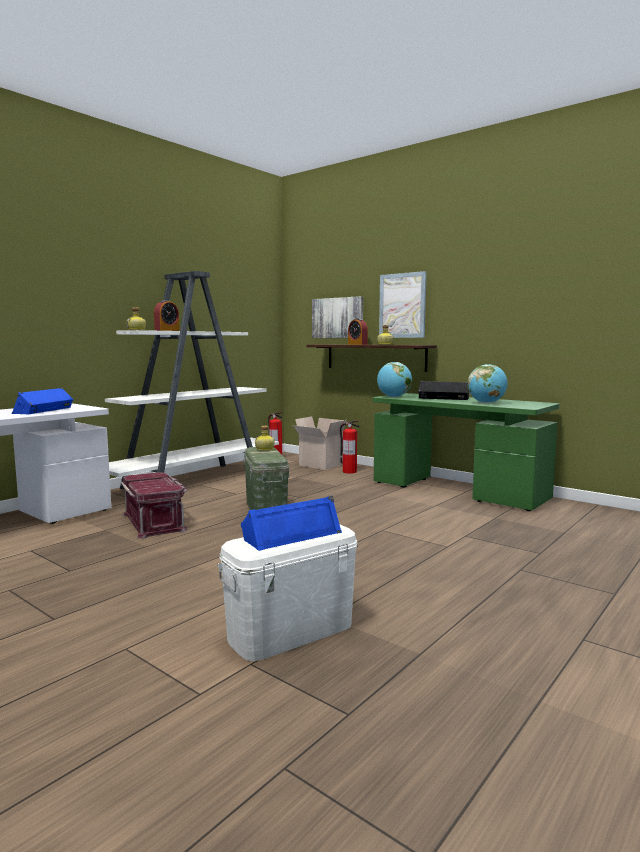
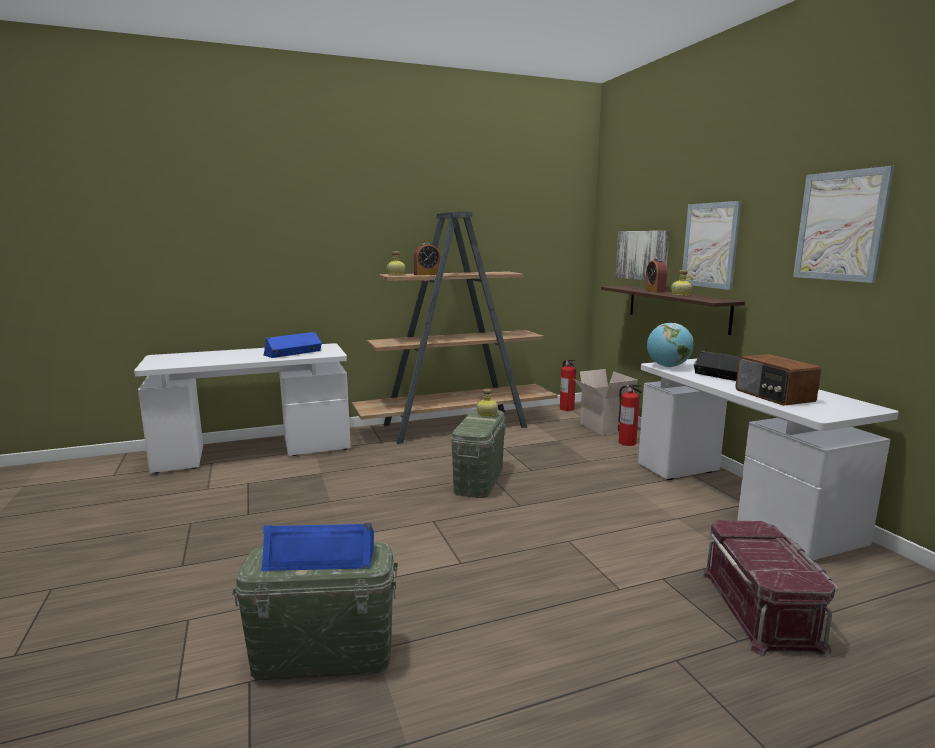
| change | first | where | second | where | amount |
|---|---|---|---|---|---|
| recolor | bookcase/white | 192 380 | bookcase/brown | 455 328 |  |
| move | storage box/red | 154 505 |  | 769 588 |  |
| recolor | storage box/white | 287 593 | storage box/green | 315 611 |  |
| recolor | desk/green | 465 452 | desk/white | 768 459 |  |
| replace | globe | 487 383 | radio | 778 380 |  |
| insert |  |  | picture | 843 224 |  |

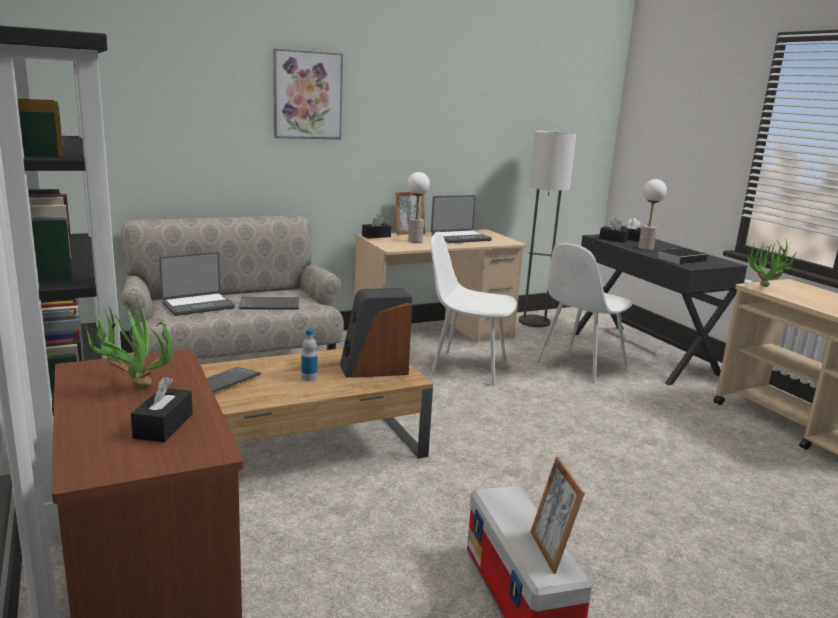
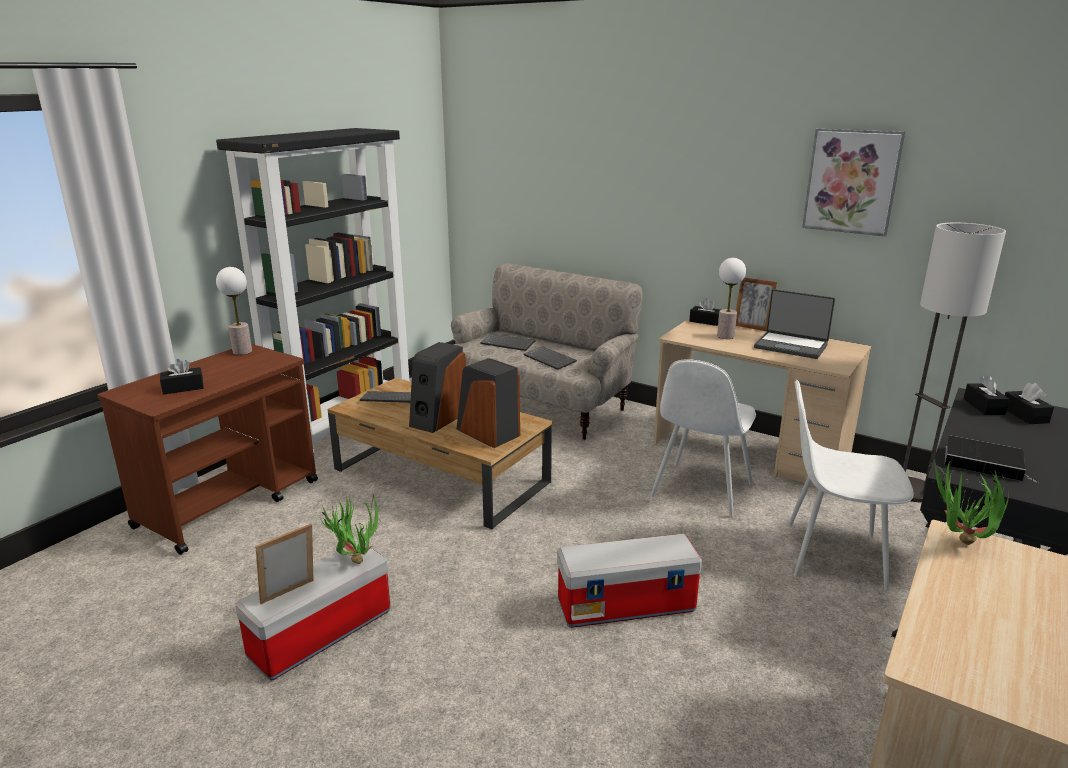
| change | first | where | second | where | amount |
|---|---|---|---|---|---|
| move | potted plant | 129 345 |  | 349 529 |  |
| replace | laptop | 197 284 | keyboard | 507 342 |  |
| move | picture | 308 93 |  | 853 182 |  |
| replace | bottle | 309 355 | speaker | 437 387 |  |
| rotate | chair/white | 473 308 |  | 703 438 | 135 degrees counterclockwise |
| move | table lamp | 652 214 |  | 234 311 |  |
| insert |  |  | storage box | 629 581 |  |

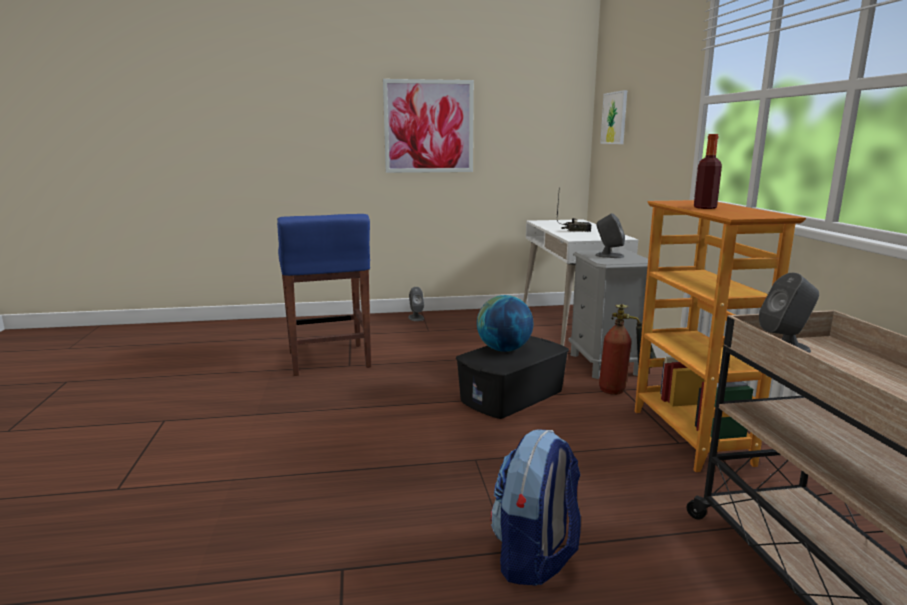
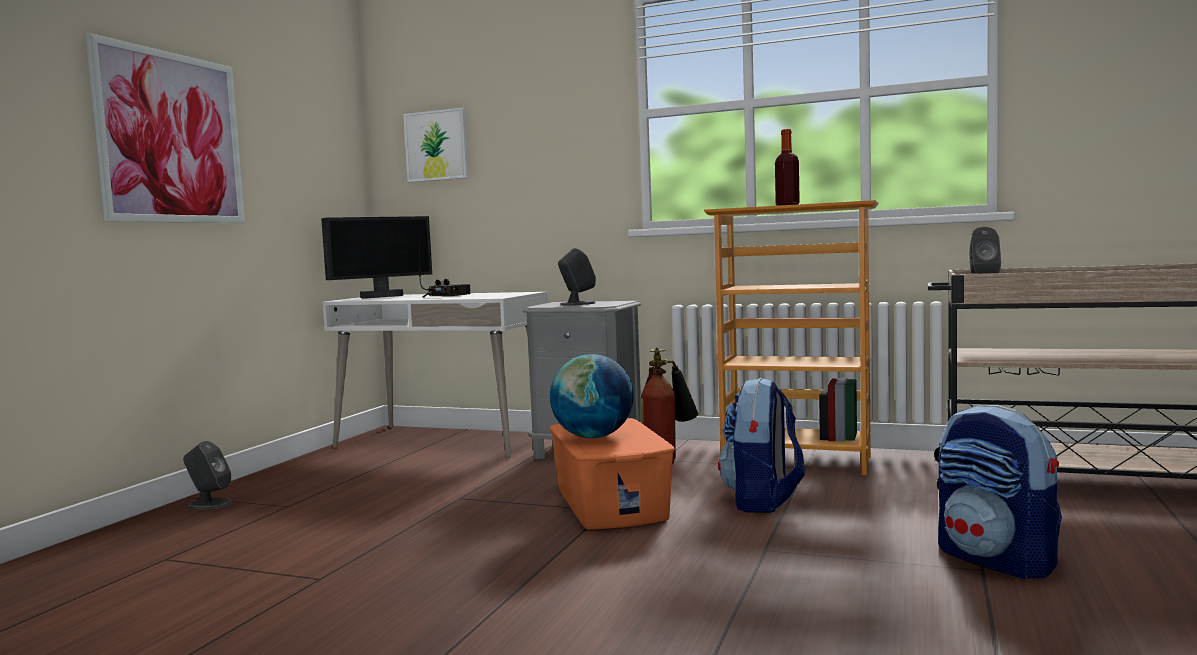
| change | first | where | second | where | amount |
|---|---|---|---|---|---|
| delete | stool/blue | 324 295 |  |  |  |
| recolor | storage box/black | 512 377 | storage box/orange | 612 473 |  |
| insert |  |  | monitor | 376 257 |  |
| insert |  |  | backpack | 761 445 |  |

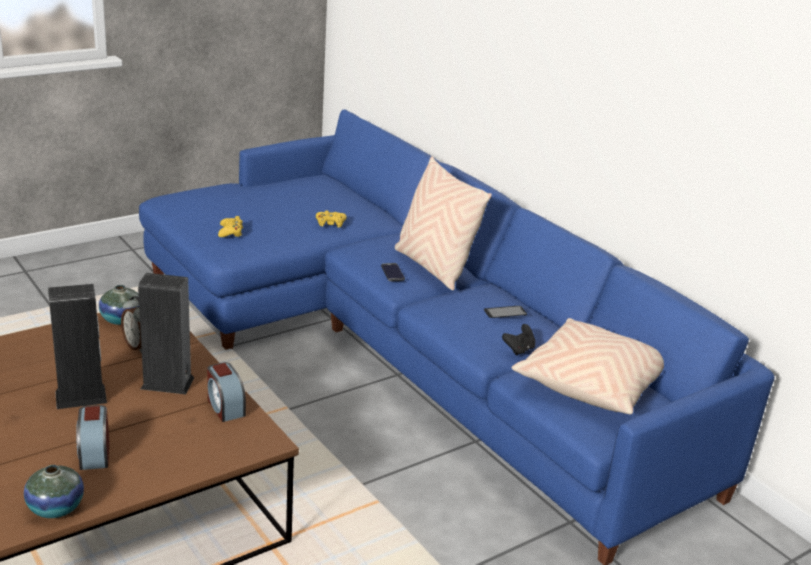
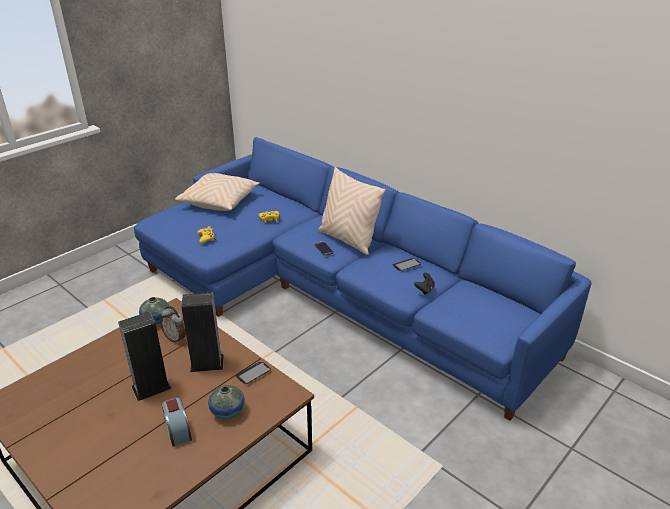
| change | first | where | second | where | amount |
|---|---|---|---|---|---|
| move | vase | 54 491 |  | 226 402 |  |
| replace | alarm clock | 226 392 | phone | 253 373 |  |
| move | pillow/beige | 587 366 |  | 217 192 |  |

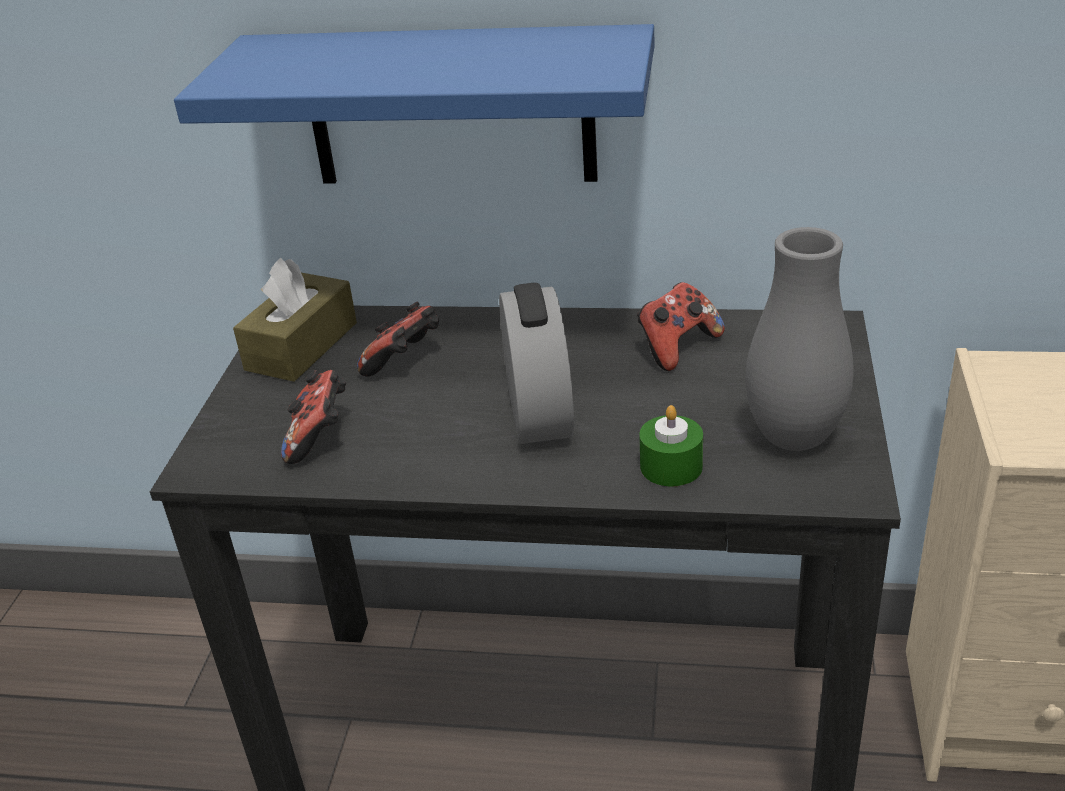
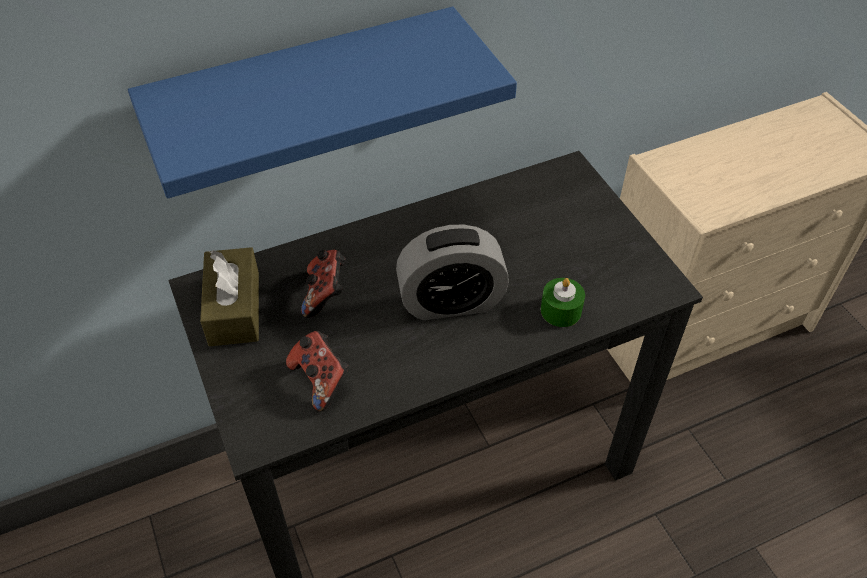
| change | first | where | second | where | amount |
|---|---|---|---|---|---|
| rotate | alarm clock | 536 363 |  | 452 272 | 120 degrees clockwise |
| delete | game controller | 681 326 |  |  |  |
| delete | vase/grey | 799 339 |  |  |  |

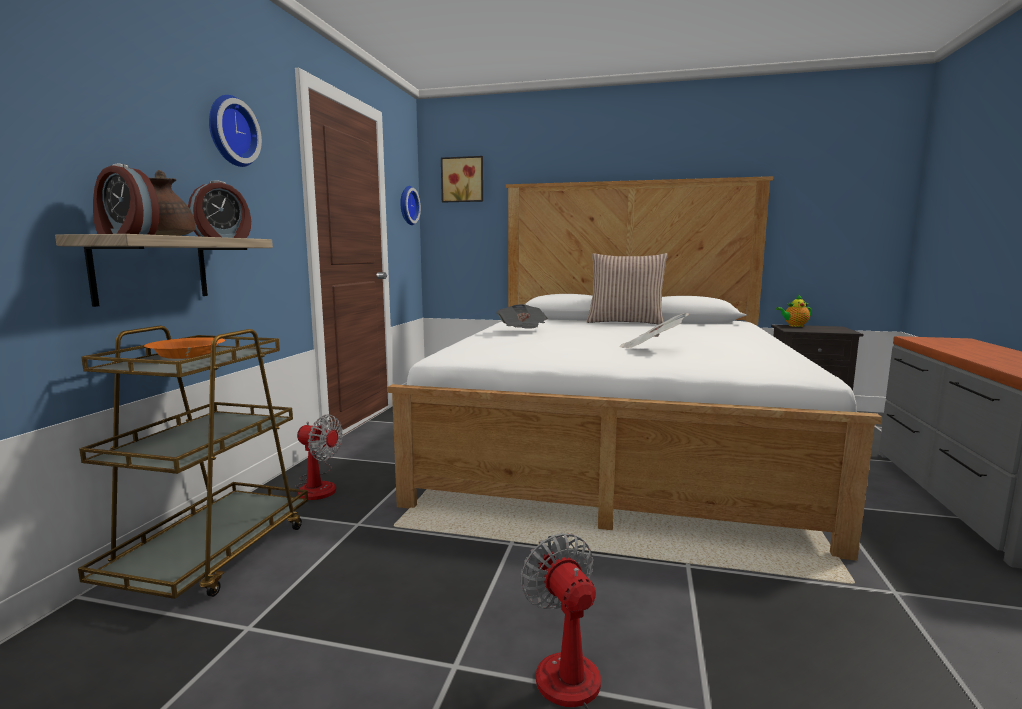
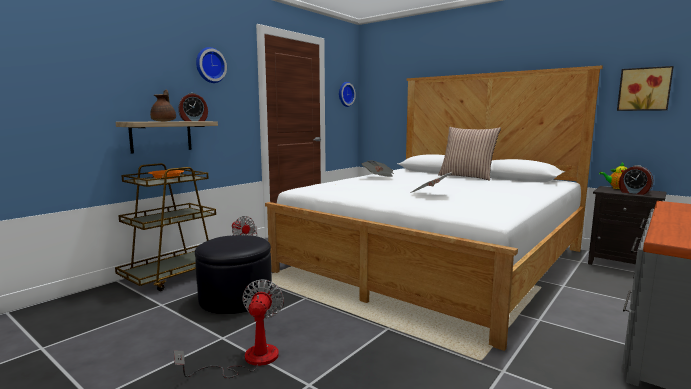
| change | first | where | second | where | amount |
|---|---|---|---|---|---|
| move | alarm clock | 126 199 |  | 636 180 |  |
| move | picture | 462 179 |  | 645 88 |  |
| insert |  |  | ottoman/black | 233 274 |  |

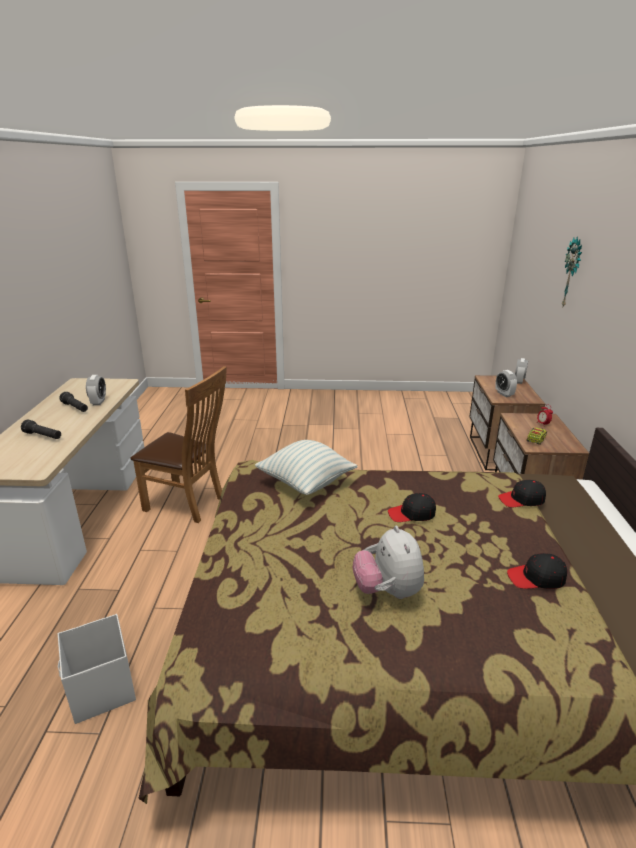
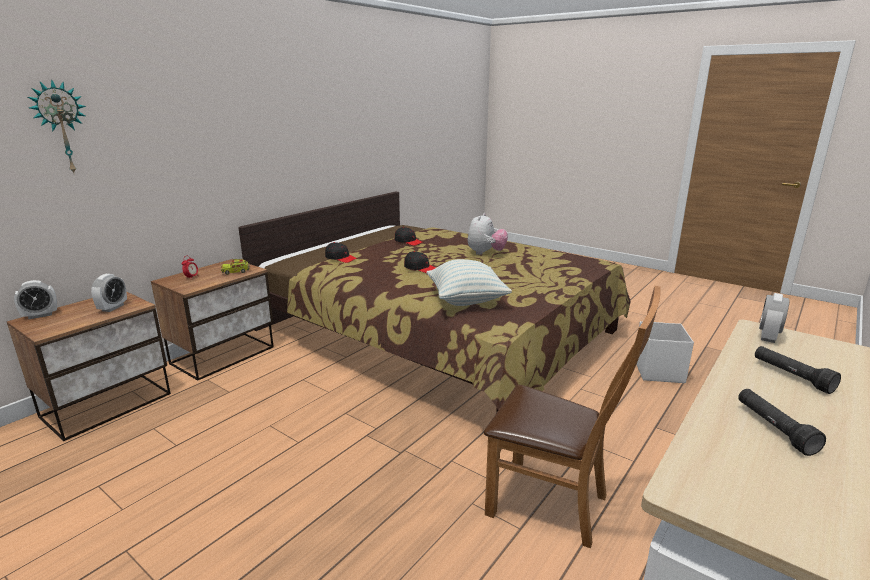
| change | first | where | second | where | amount |
|---|---|---|---|---|---|
| move | alarm clock | 96 390 |  | 774 318 |  |
| rotate | chair/brown | 178 444 |  | 572 417 | 150 degrees clockwise |

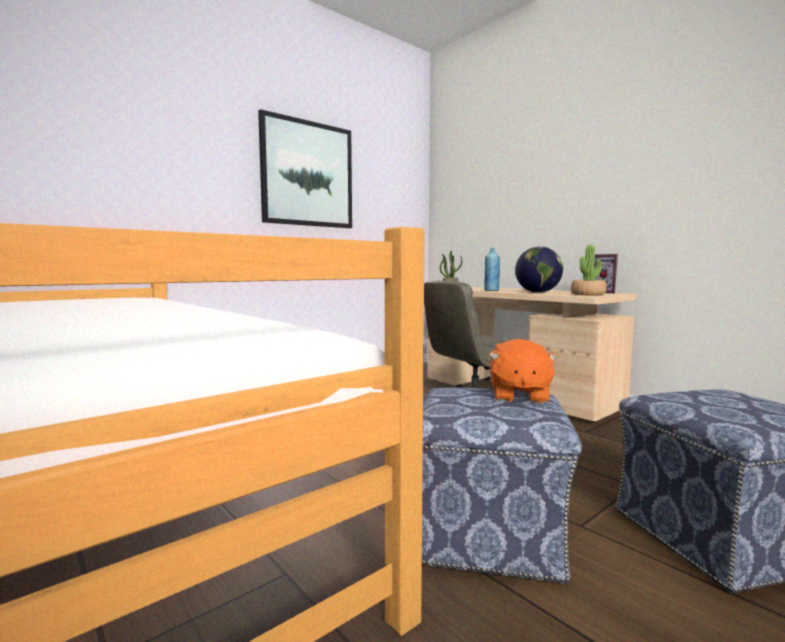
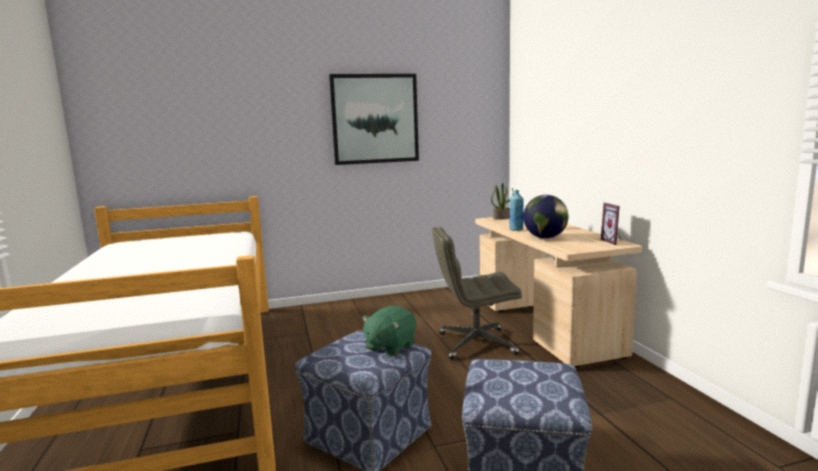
| change | first | where | second | where | amount |
|---|---|---|---|---|---|
| recolor | plush toy/orange | 524 371 | plush toy/green | 388 331 |  |
| delete | potted plant | 589 270 |  |  |  |

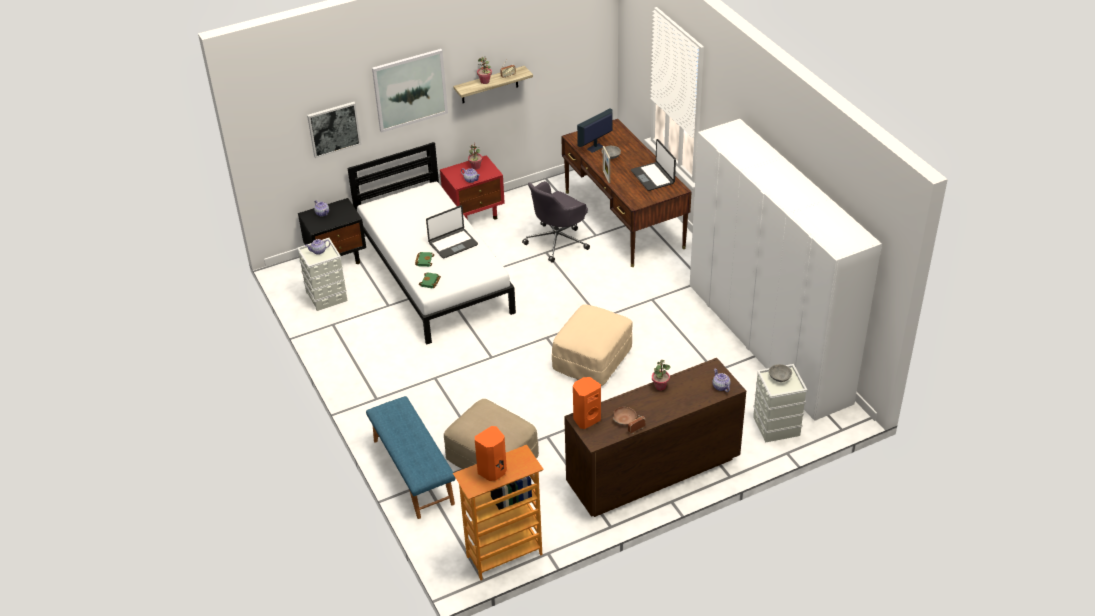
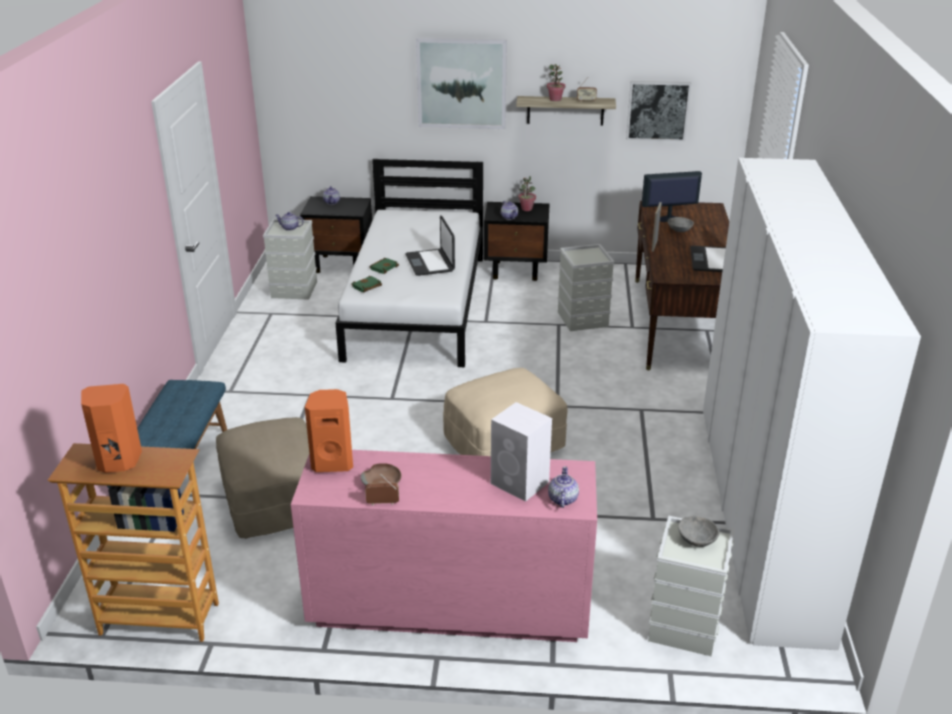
| change | first | where | second | where | amount |
|---|---|---|---|---|---|
| move | picture | 334 130 |  | 659 111 |  |
| rotate | laptop | 452 231 |  | 430 246 | 75 degrees clockwise |
| recolor | nightstand/red | 472 187 | nightstand/black | 517 241 |  |
| replace | office chair/grey | 556 222 | storage box/grey | 586 287 |  |
| recolor | dresser/brown | 655 437 | dresser/pink | 444 546 |  |
| delete | potted plant | 661 375 |  |  |  |
| insert |  |  | speaker/white | 521 452 |  |

